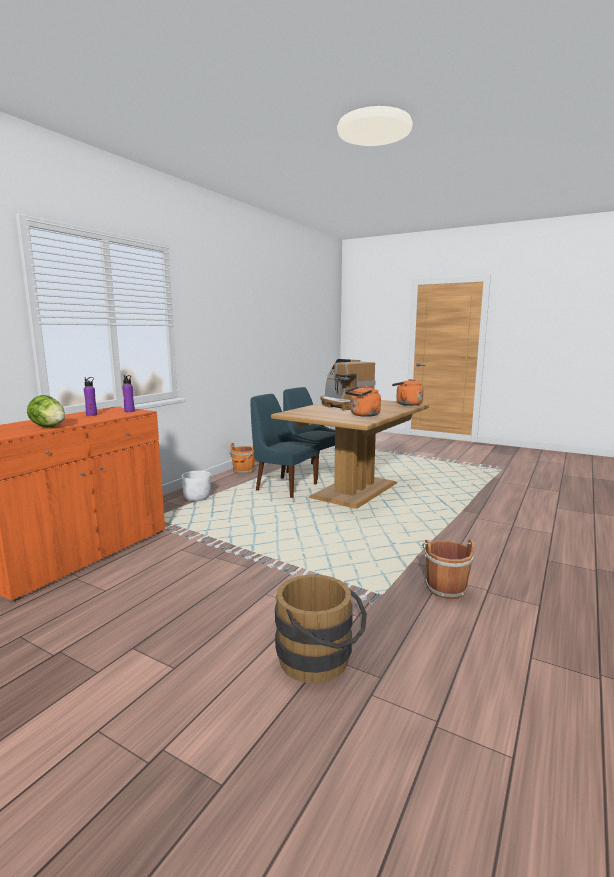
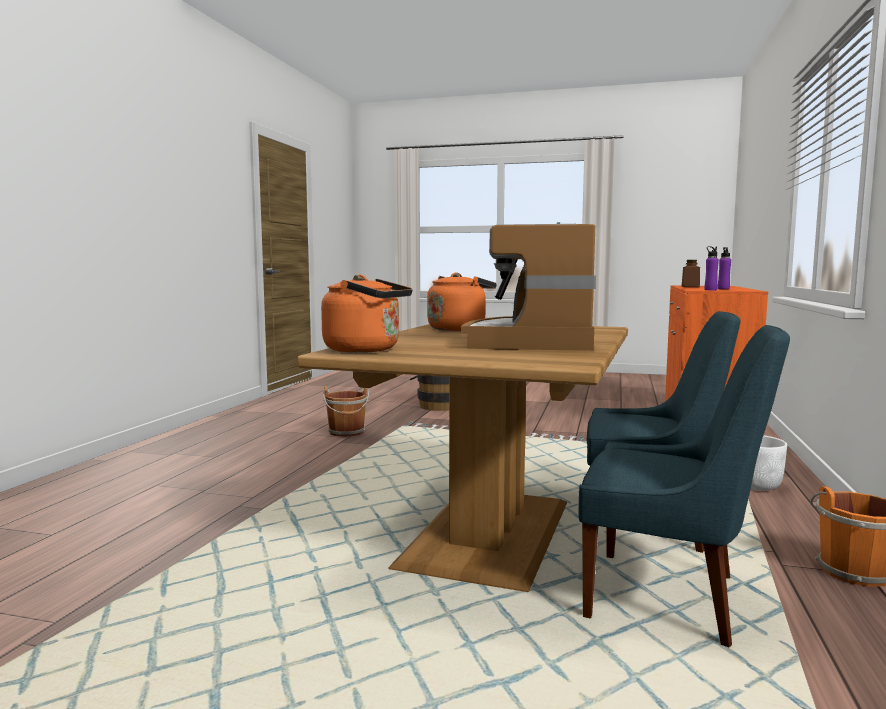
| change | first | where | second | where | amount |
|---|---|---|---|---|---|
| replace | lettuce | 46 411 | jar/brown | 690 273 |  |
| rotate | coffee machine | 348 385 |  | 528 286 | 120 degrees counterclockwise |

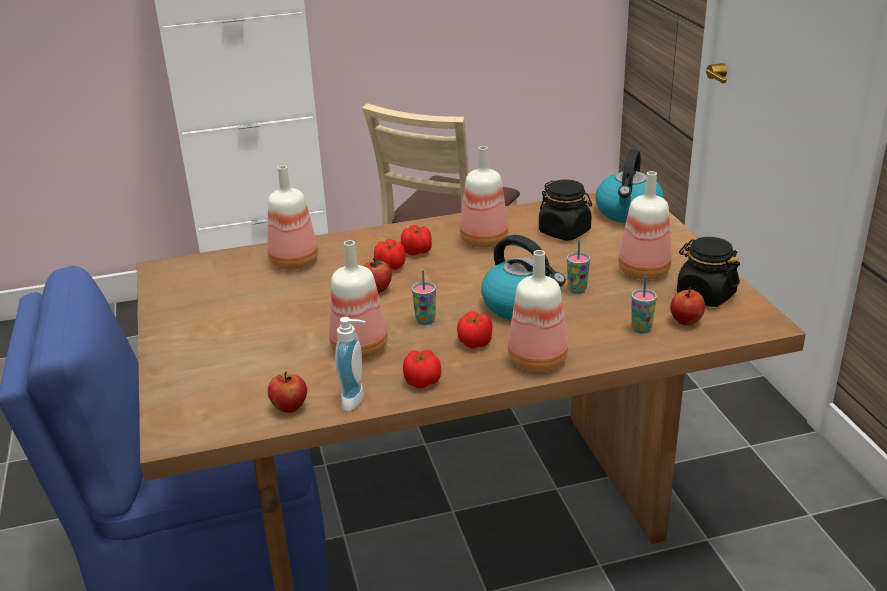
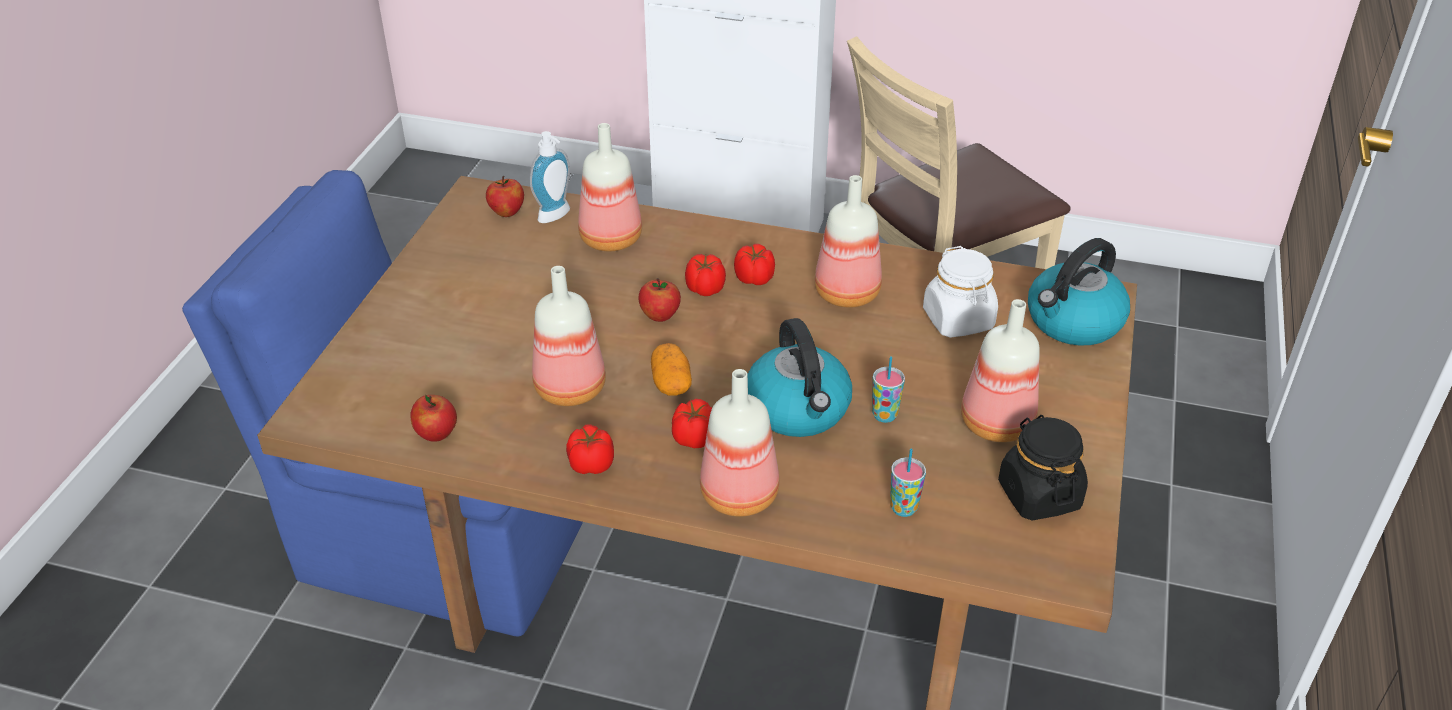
| change | first | where | second | where | amount |
|---|---|---|---|---|---|
| move | soap dispenser | 350 364 |  | 550 177 |  |
| replace | cup | 424 297 | potato | 671 369 |  |
| recolor | jar/black | 565 210 | jar/white | 960 292 |  |
| move | apple | 687 306 |  | 505 196 |  |

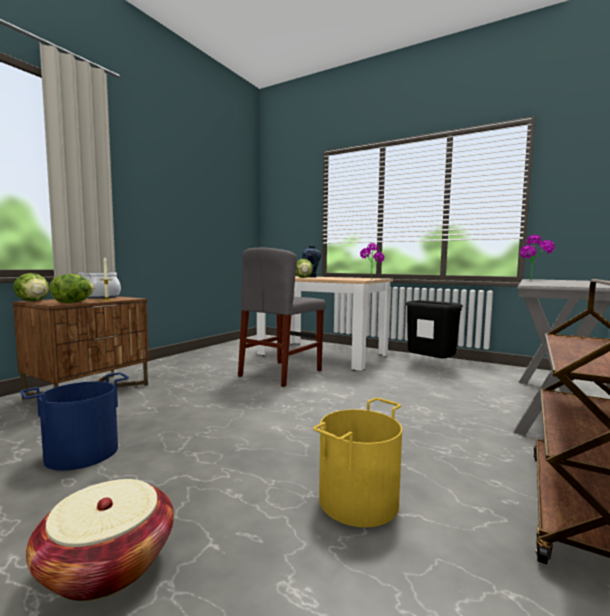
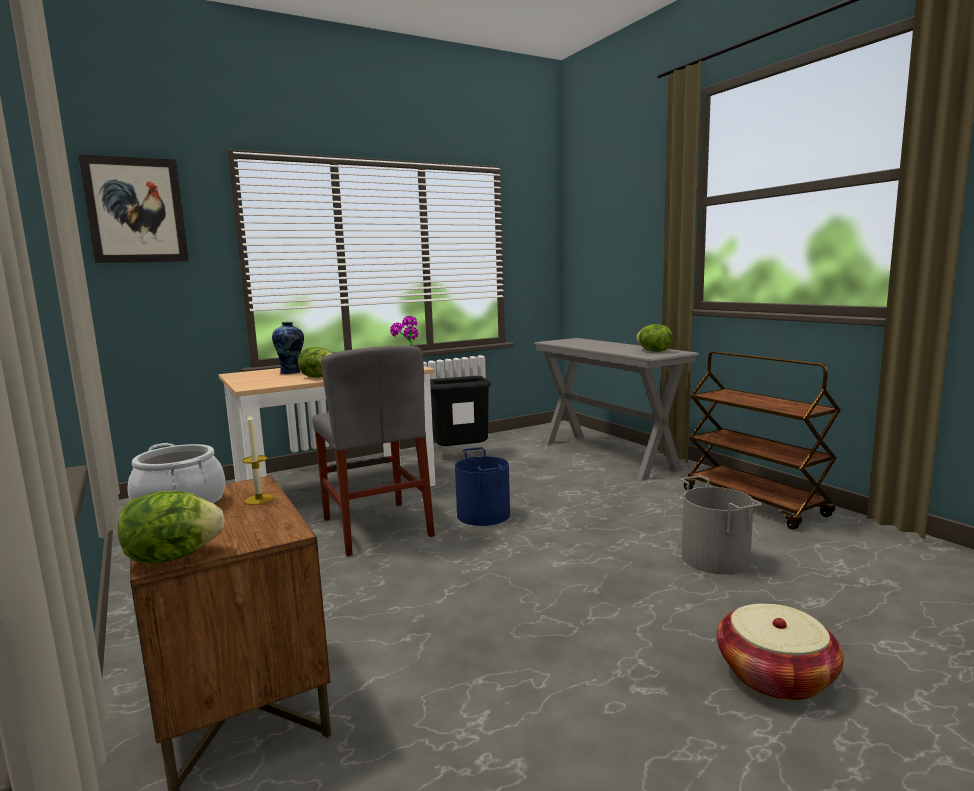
| change | first | where | second | where | amount |
|---|---|---|---|---|---|
| move | bucket/blue | 74 421 |  | 482 486 |  |
| move | lettuce | 72 288 |  | 654 338 |  |
| recolor | bucket/yellow | 357 462 | bucket/grey | 721 525 |  |
| delete | potted plant | 537 257 |  |  |  |
| insert |  |  | picture | 133 208 |  |

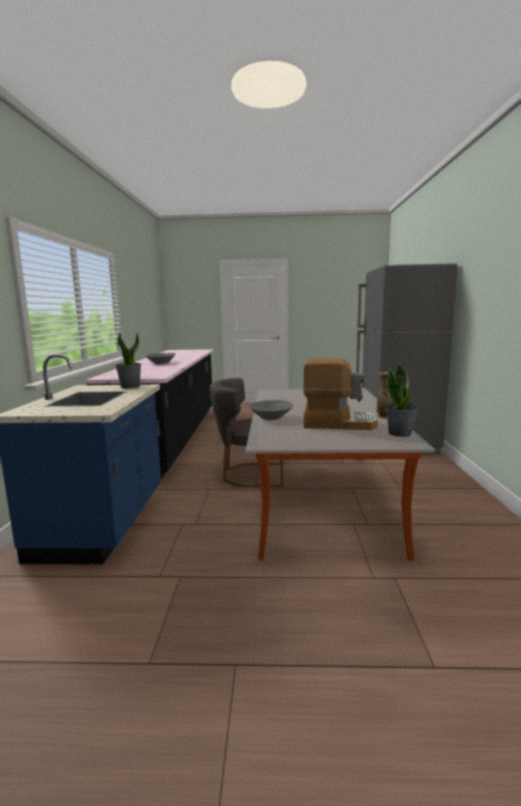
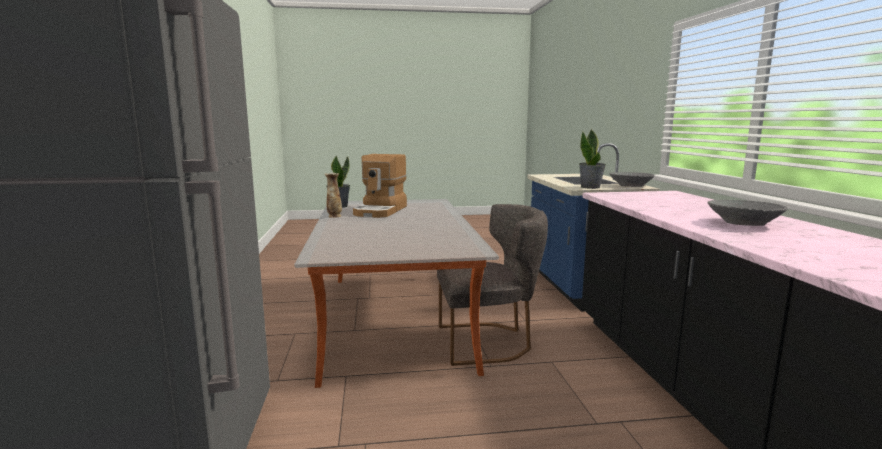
| change | first | where | second | where | amount |
|---|---|---|---|---|---|
| move | bowl/grey | 271 410 |  | 632 179 |  |
| rotate | coffee machine | 340 394 |  | 380 186 | 75 degrees counterclockwise |

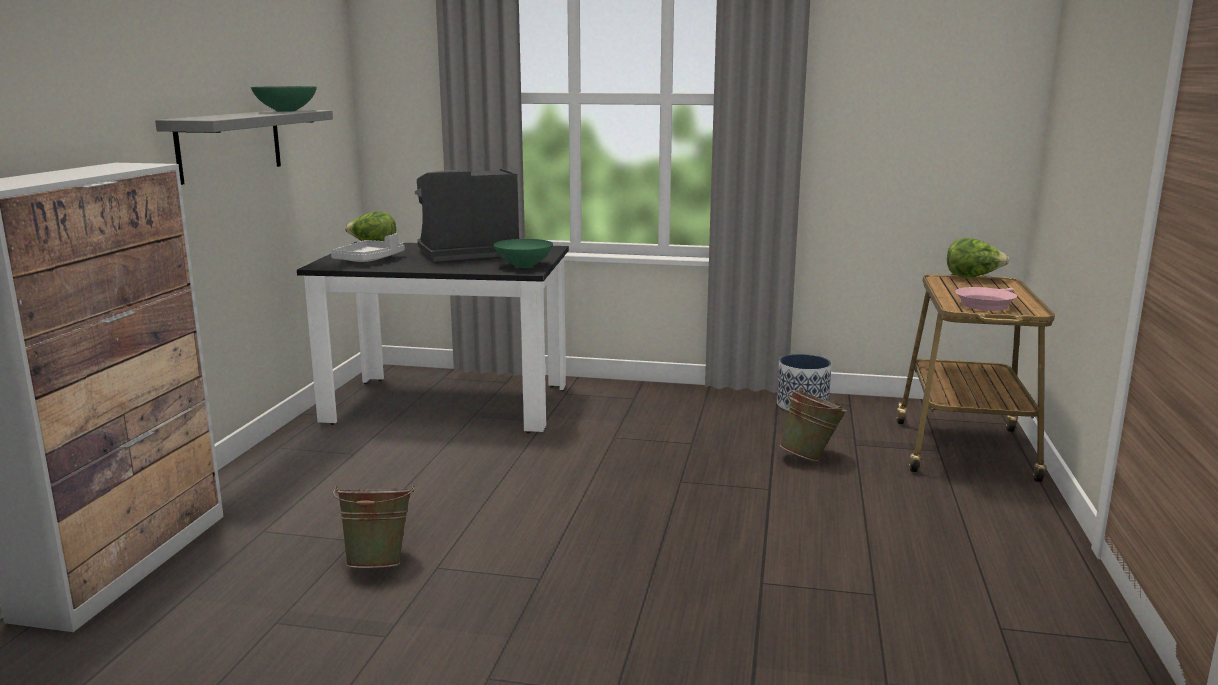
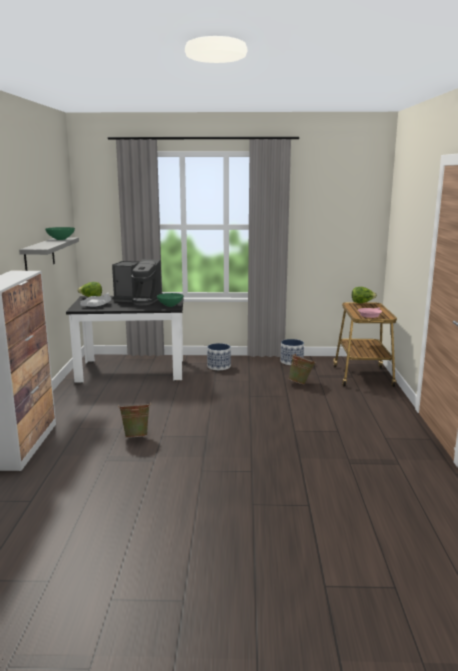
| change | first | where | second | where | amount |
|---|---|---|---|---|---|
| rotate | coffee machine | 467 215 |  | 137 282 | 135 degrees counterclockwise |
| insert |  |  | planter | 219 356 |  |

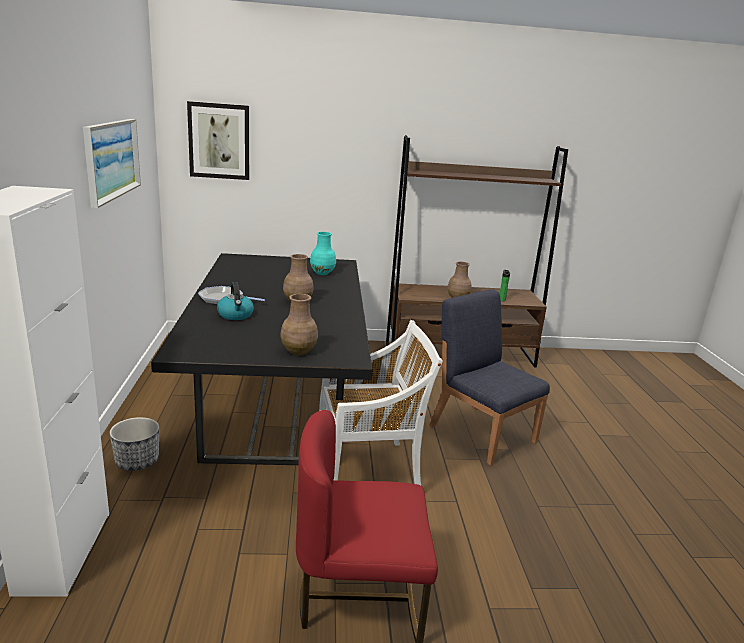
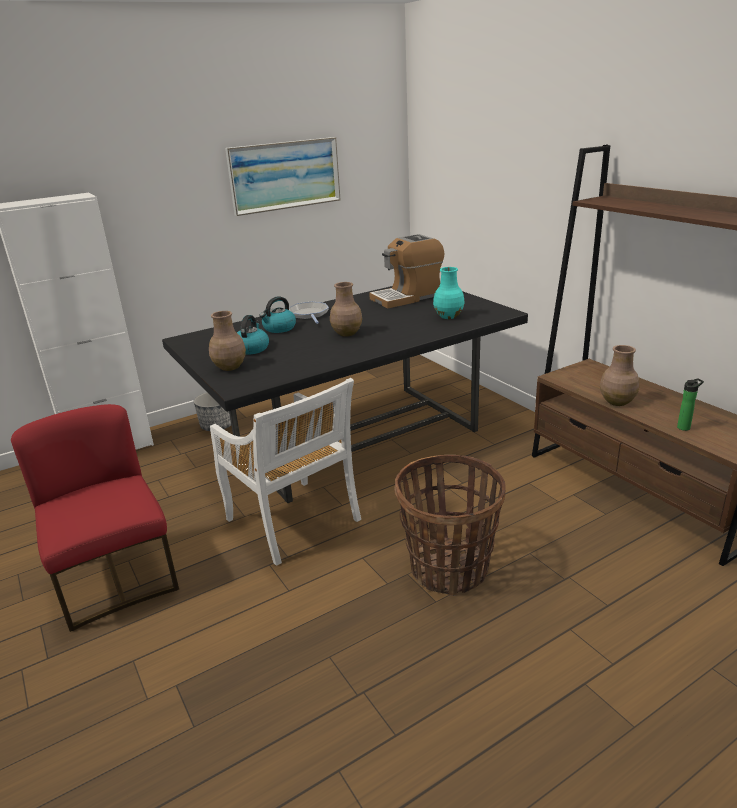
| change | first | where | second | where | amount |
|---|---|---|---|---|---|
| delete | picture | 218 140 |  |  |  |
| replace | chair/blue | 489 377 | basket | 450 525 |  |
| insert |  |  | kettle | 253 335 |  |
| insert |  |  | coffee machine | 406 271 |  |

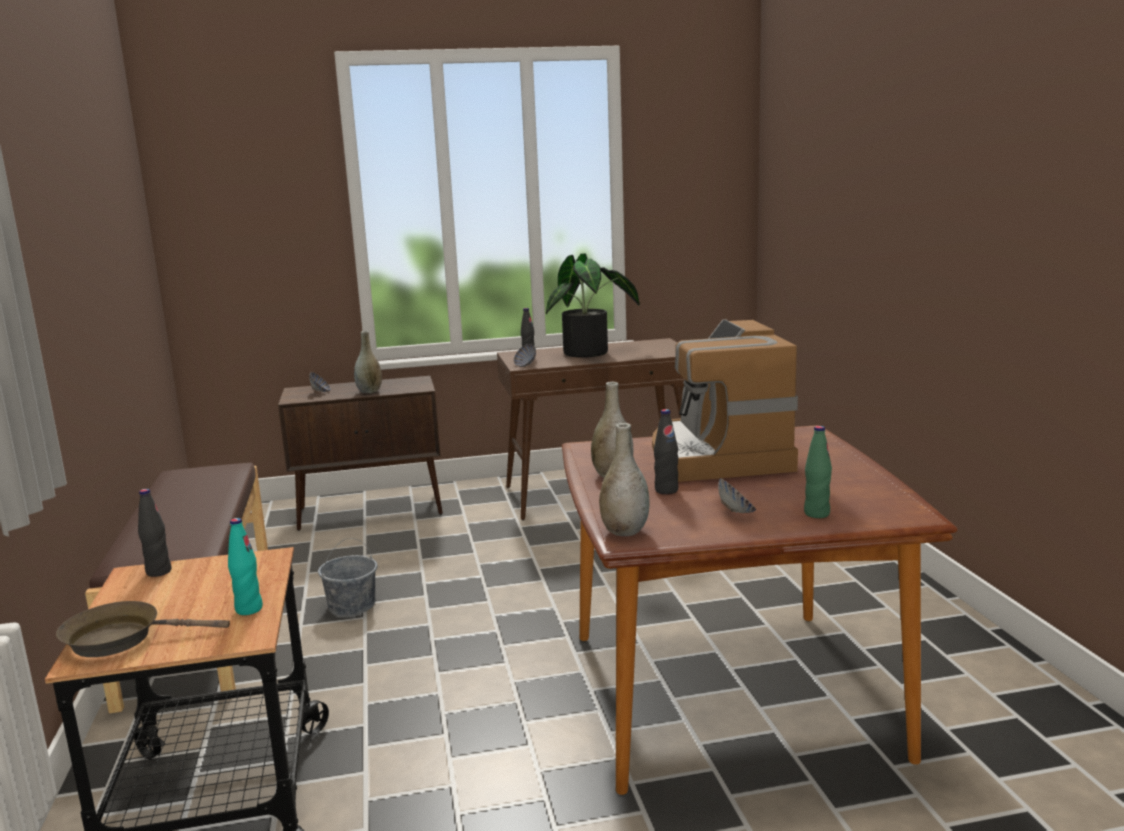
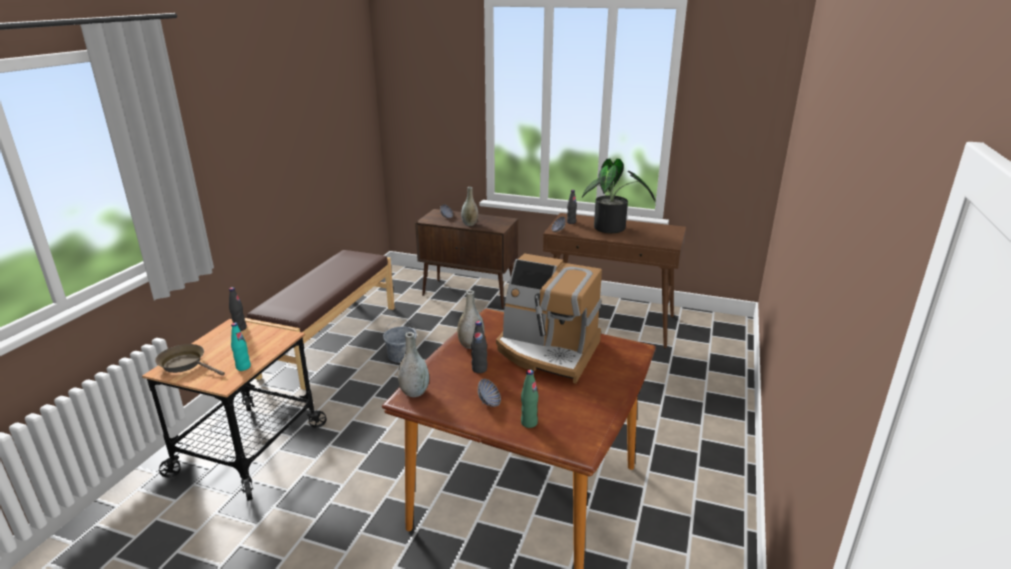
| change | first | where | second | where | amount |
|---|---|---|---|---|---|
| rotate | coffee machine | 725 400 |  | 549 318 | 90 degrees counterclockwise |

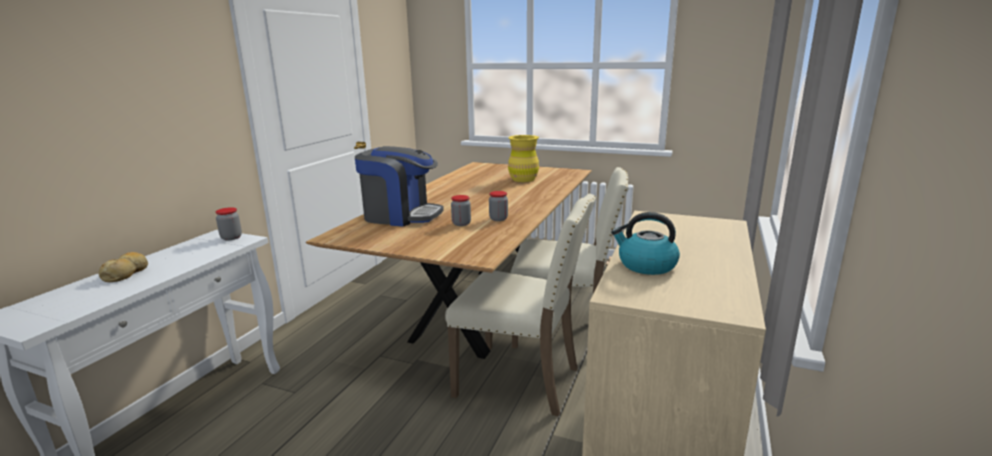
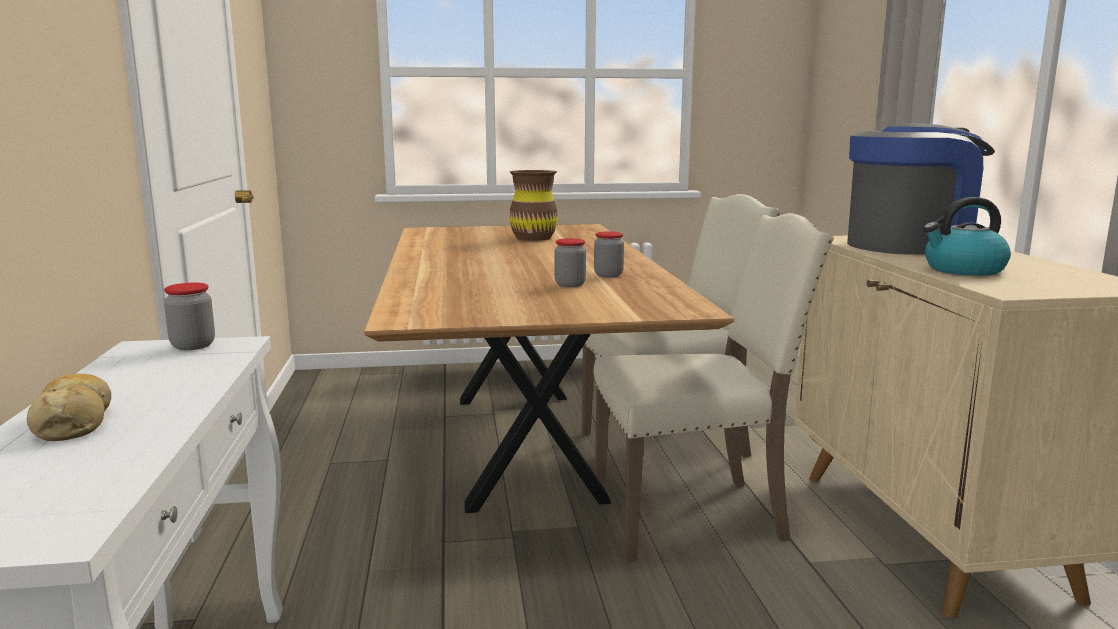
| change | first | where | second | where | amount |
|---|---|---|---|---|---|
| move | coffee machine | 399 186 |  | 921 189 |  |
| recolor | vase/yellow | 523 158 | vase/brown | 533 205 |  |

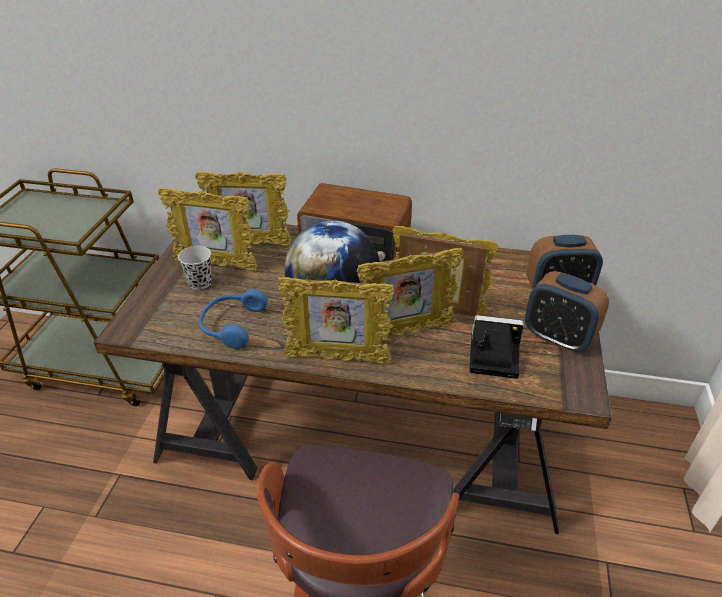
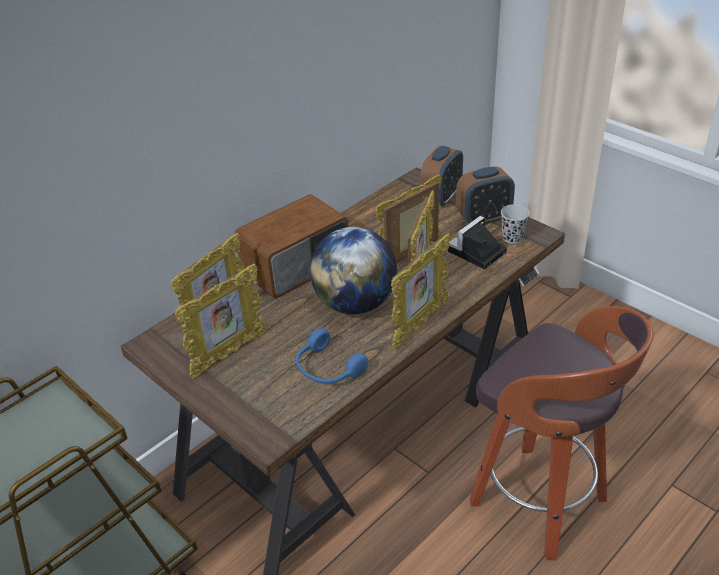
| change | first | where | second | where | amount |
|---|---|---|---|---|---|
| move | cup/black | 195 268 |  | 515 224 |  |

